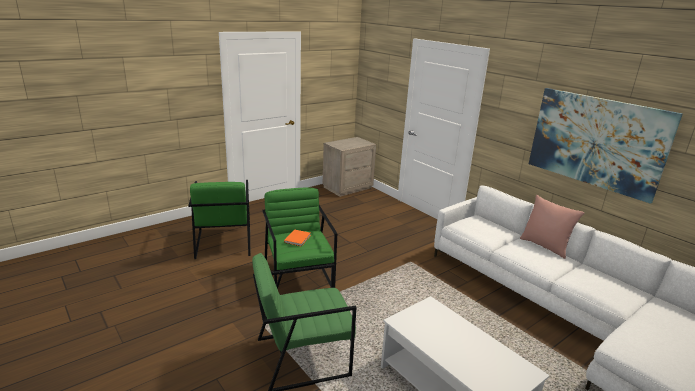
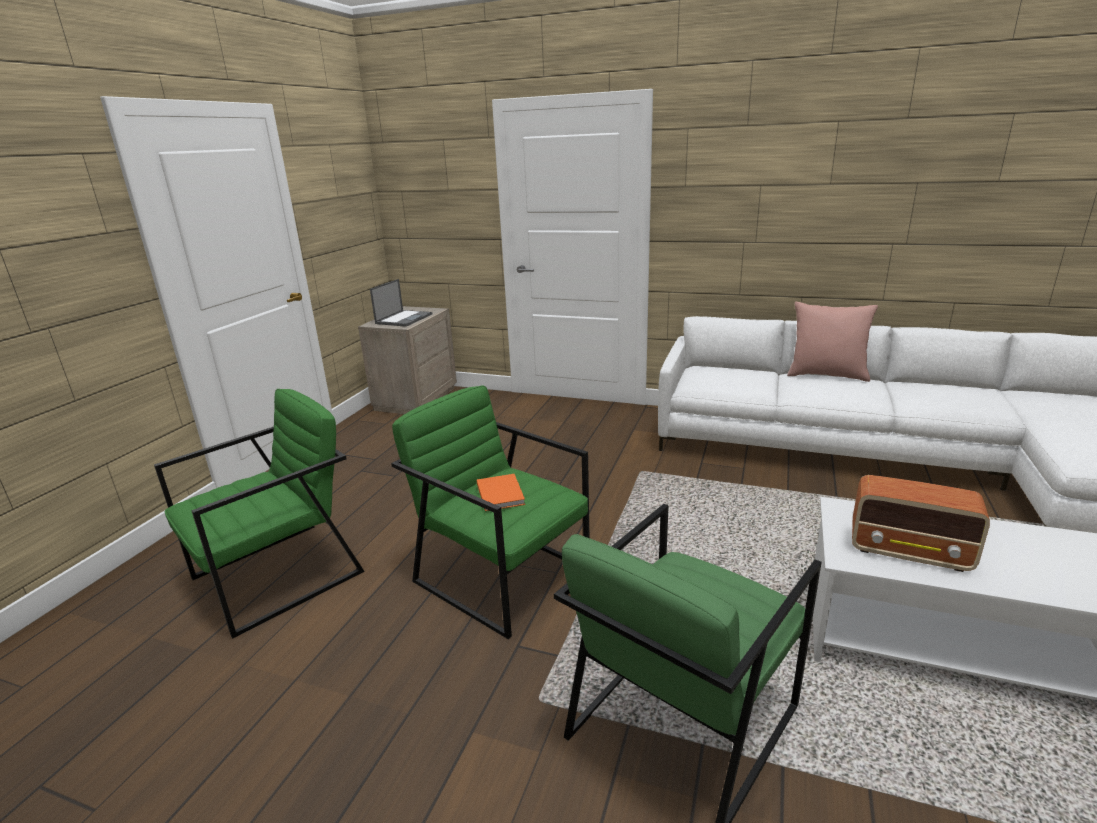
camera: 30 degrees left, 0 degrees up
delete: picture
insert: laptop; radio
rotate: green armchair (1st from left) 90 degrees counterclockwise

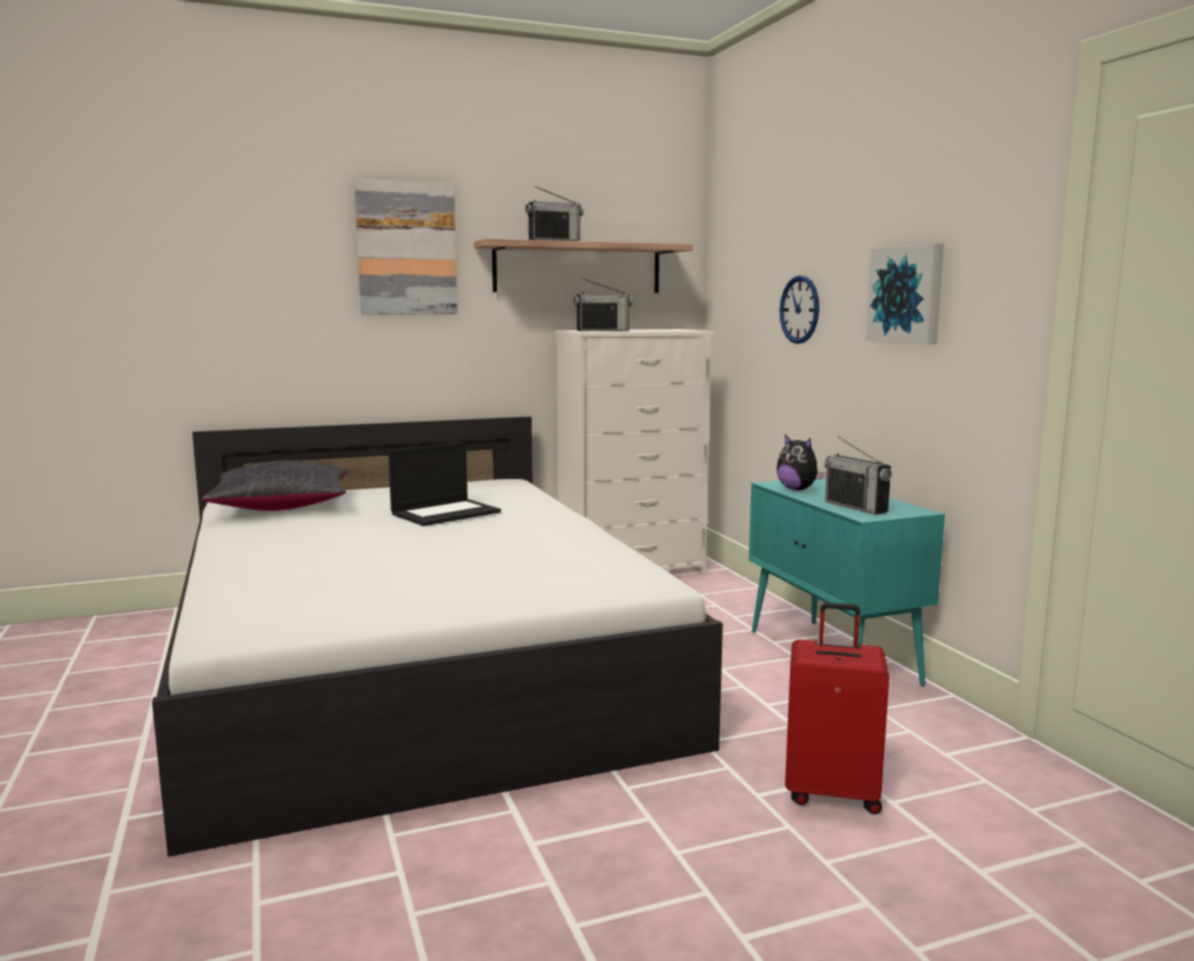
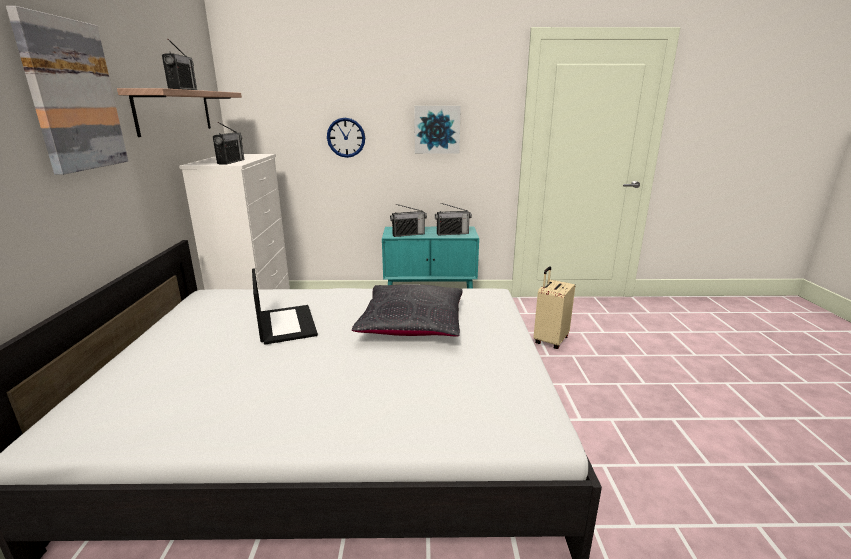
camera: 70 degrees left, 10 degrees up
move: black pillow
replace: plush toy to radio (3rd from left)
recolor: red suitcase to beige suitcase

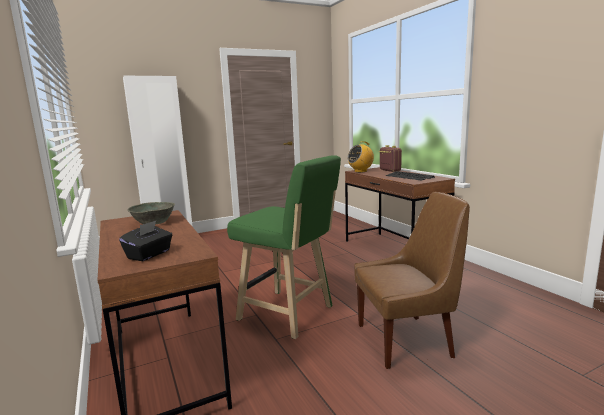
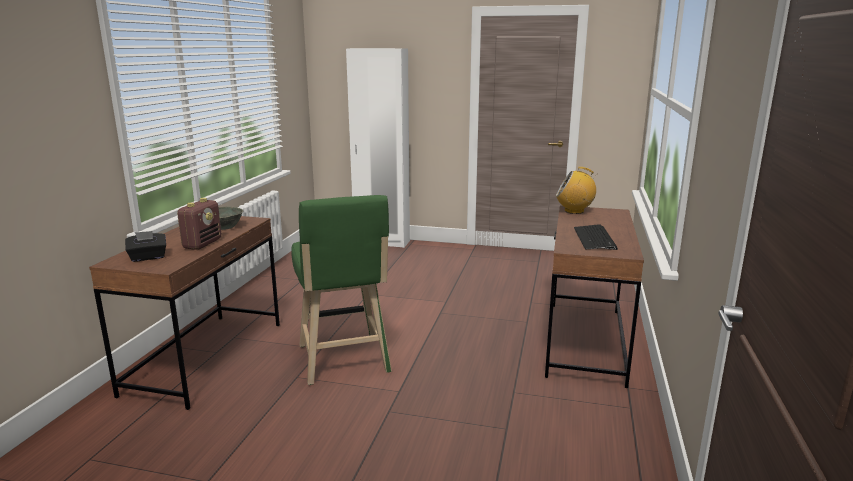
camera: 40 degrees right, 5 degrees up
delete: brown chair
move: radio (2nd from left in the first image) to radio (1st from left)

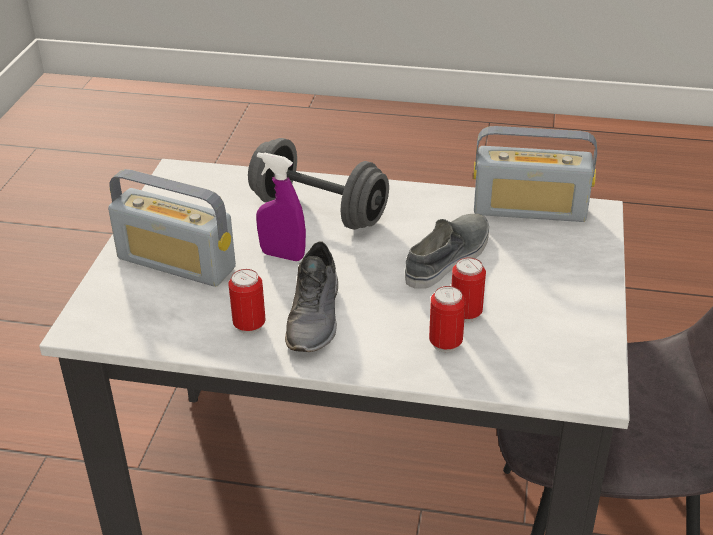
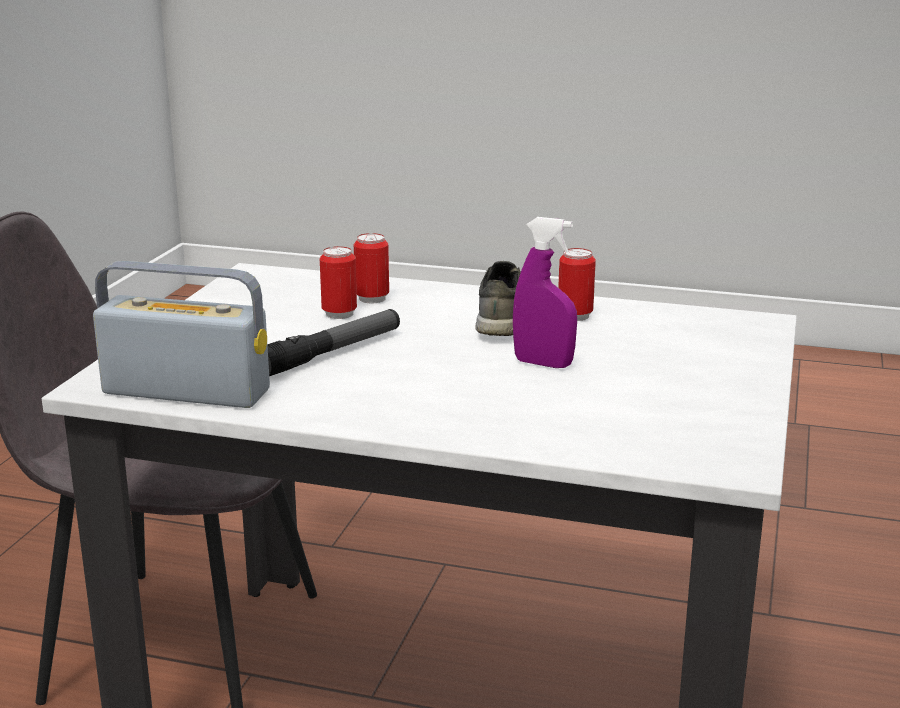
camera: 175 degrees left, 15 degrees down
delete: radio (1st from left); grey dumbbell
replace: grey shoe (2nd from left) to flashlight

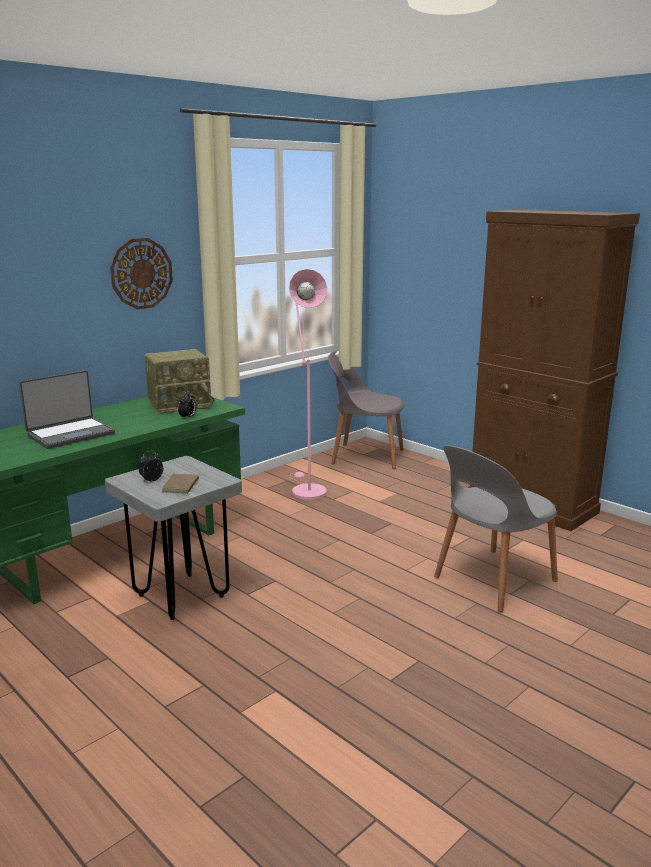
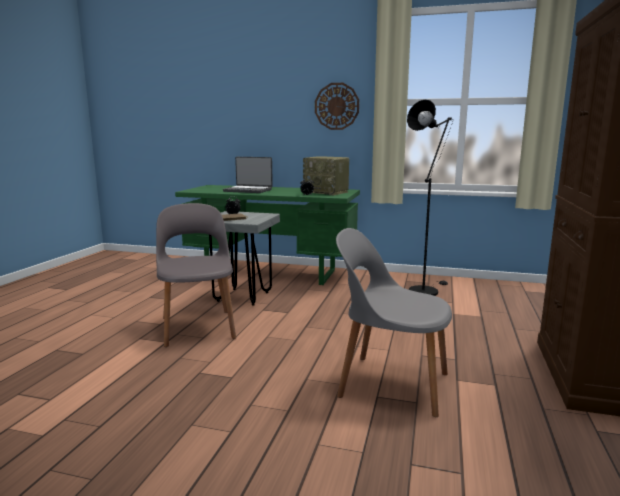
camera: 60 degrees right, 5 degrees down
move: grey chair (1st from left)
recolor: pink floor lamp to black floor lamp

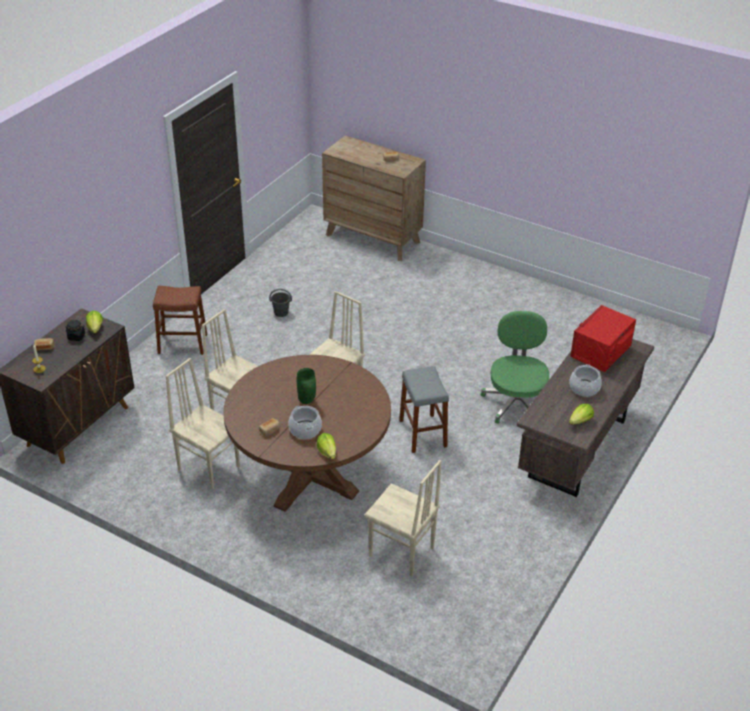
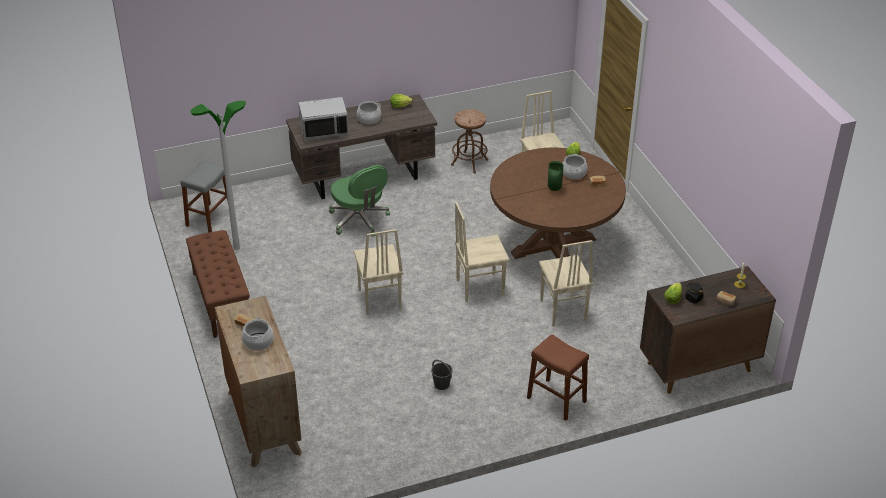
camera: 140 degrees left, 0 degrees up
insert: brown bench; floor lamp; cooking pot (1st from left); brown stool (1st from left)
move: beige chair (1st from left); grey stool
recolor: red microwave to grey microwave
rotate: green office chair 75 degrees counterclockwise

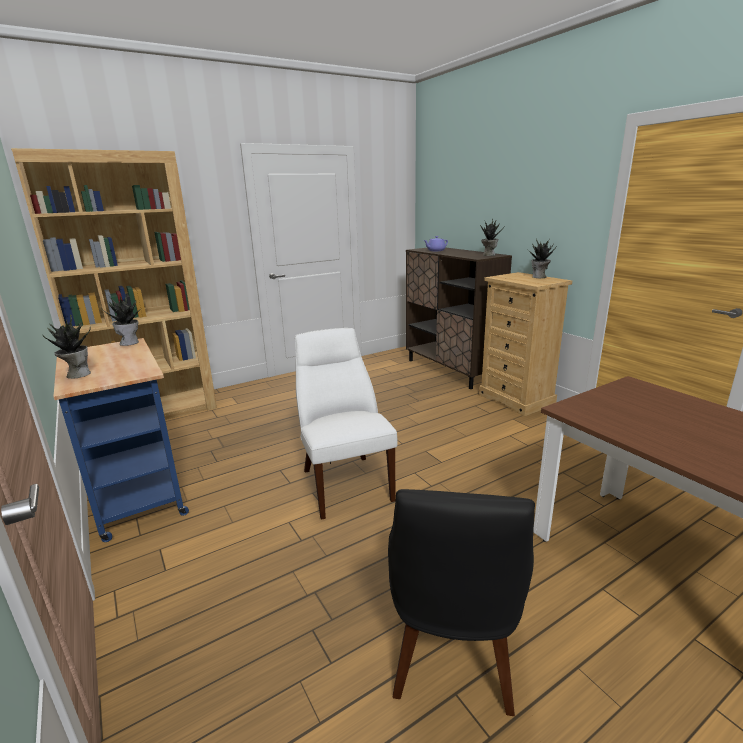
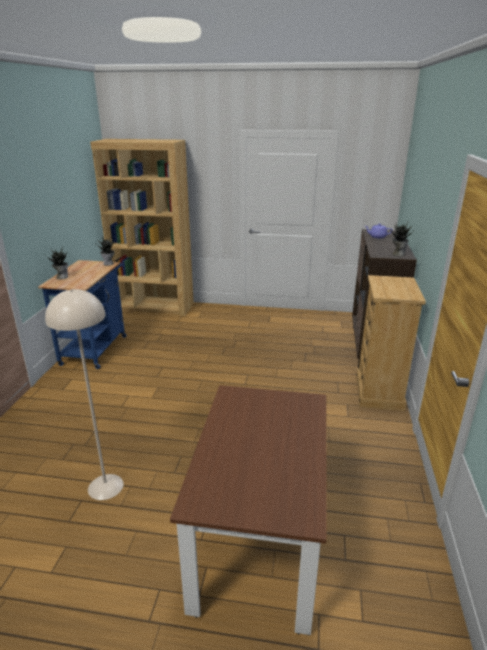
camera: 40 degrees right, 5 degrees up
delete: white chair; potted plant (4th from left)
replace: black chair to beige floor lamp

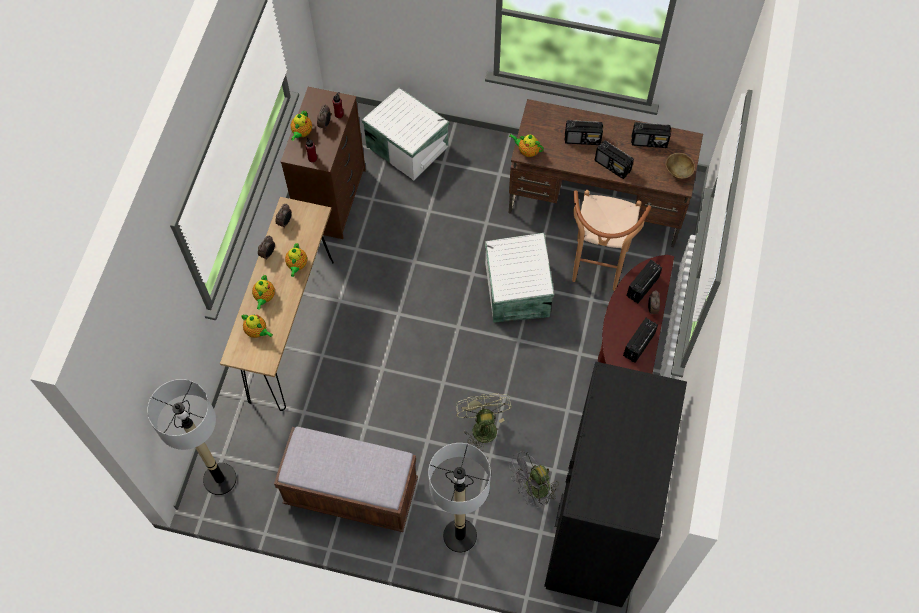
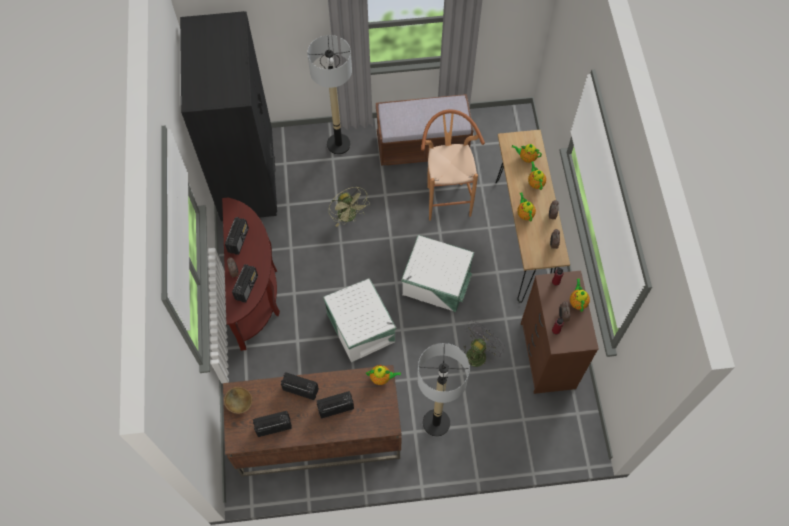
camera: 160 degrees right, 0 degrees up
move: floor lamp (1st from left in the first image) to floor lamp (2nd from left); white storage box (1st from left in the first image) to white storage box (2nd from left); grey fan; brown stool

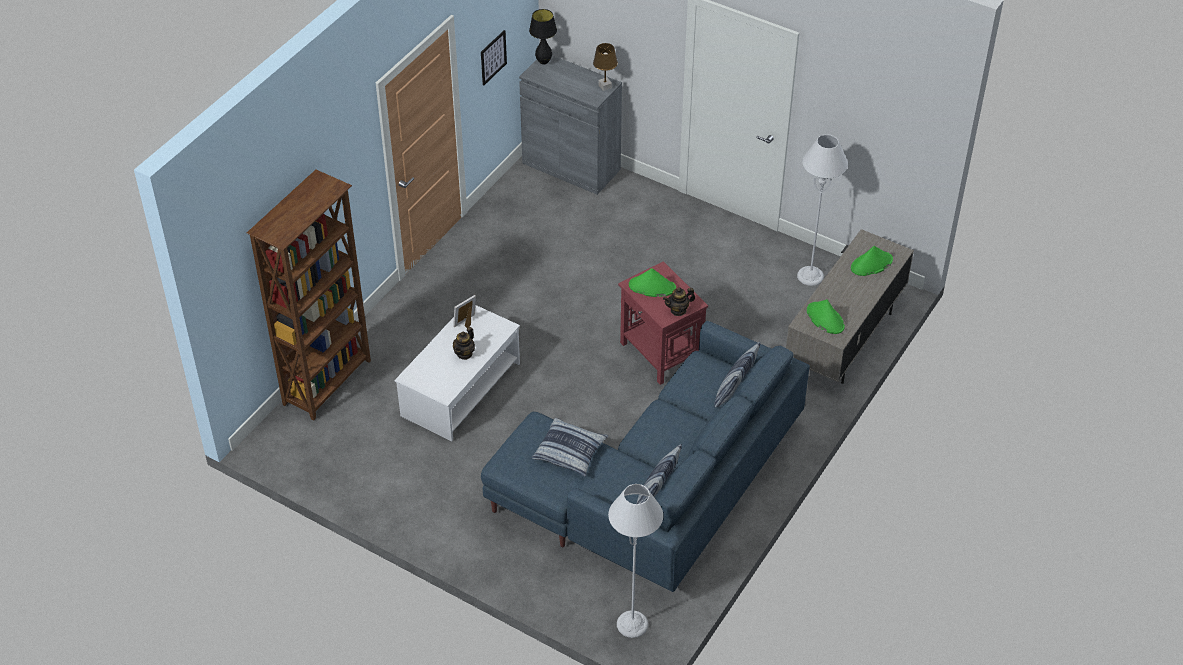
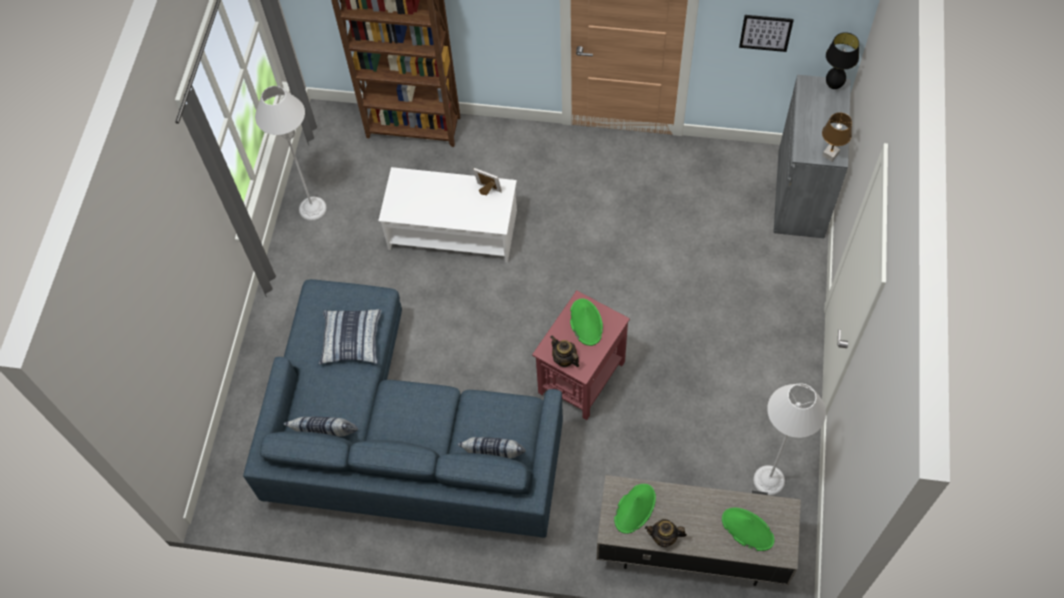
camera: 70 degrees right, 15 degrees up
move: teapot (1st from left in the first image) to teapot (2nd from left); grey floor lamp (1st from left)

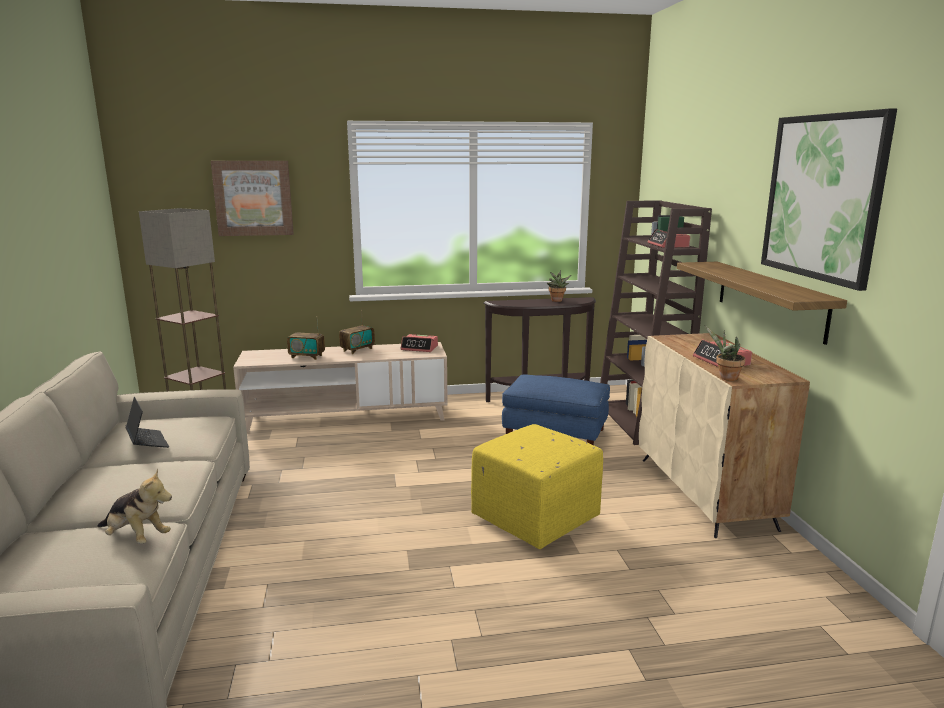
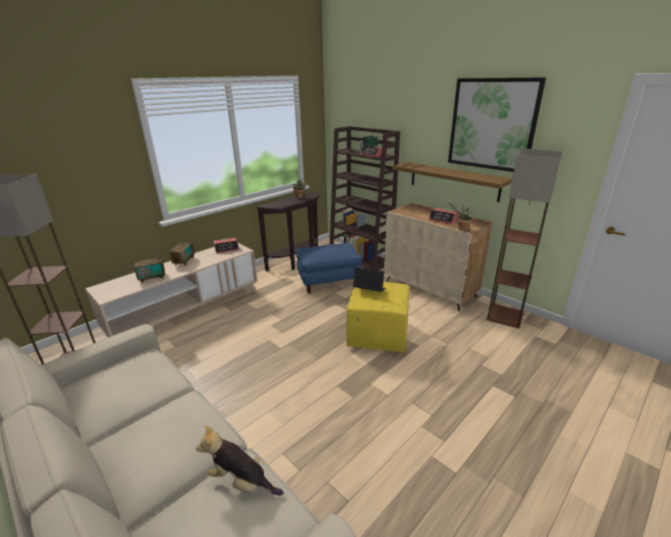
camera: 35 degrees left, 10 degrees up
delete: picture (1st from left)
insert: floor lamp (2nd from left)
move: laptop
rotate: plush toy 150 degrees counterclockwise

